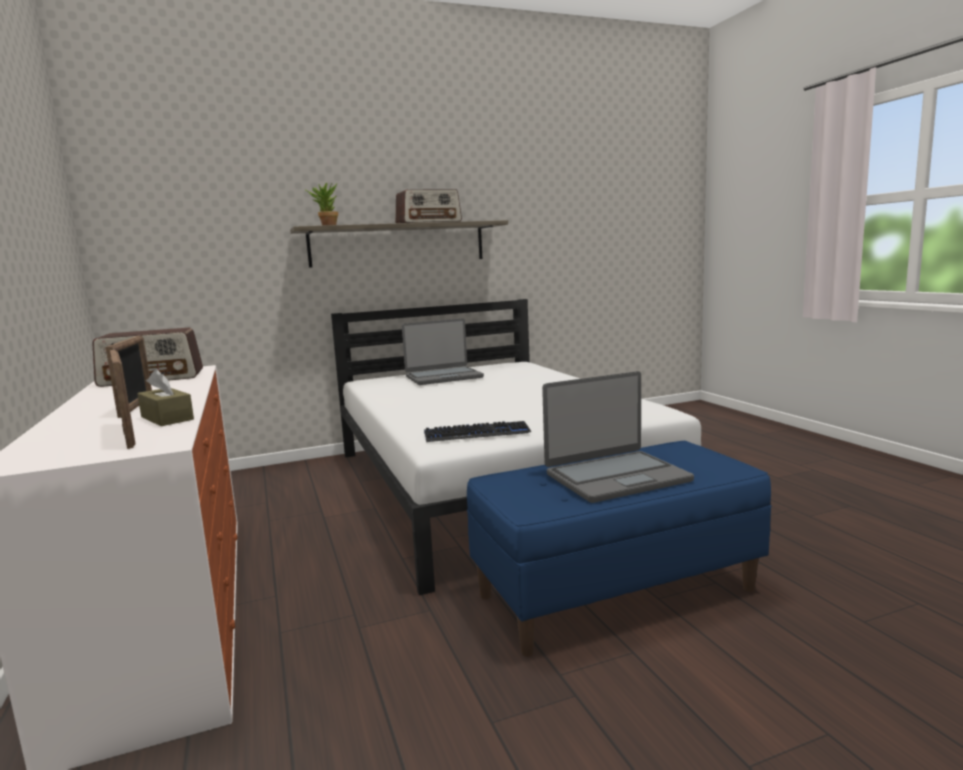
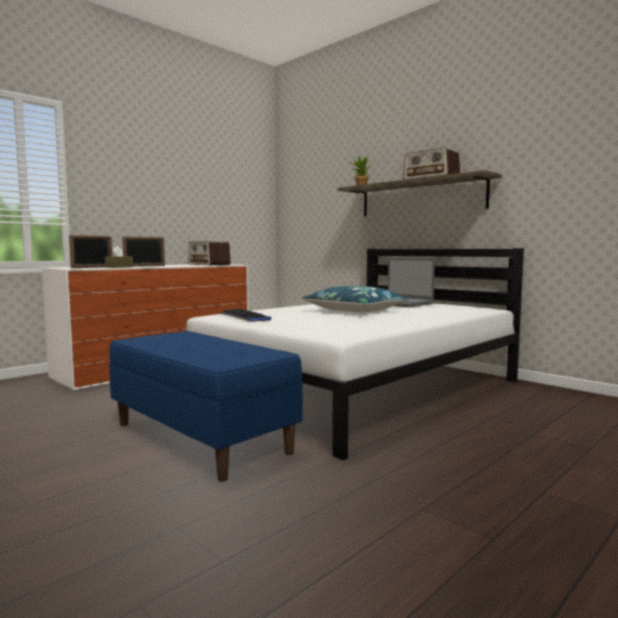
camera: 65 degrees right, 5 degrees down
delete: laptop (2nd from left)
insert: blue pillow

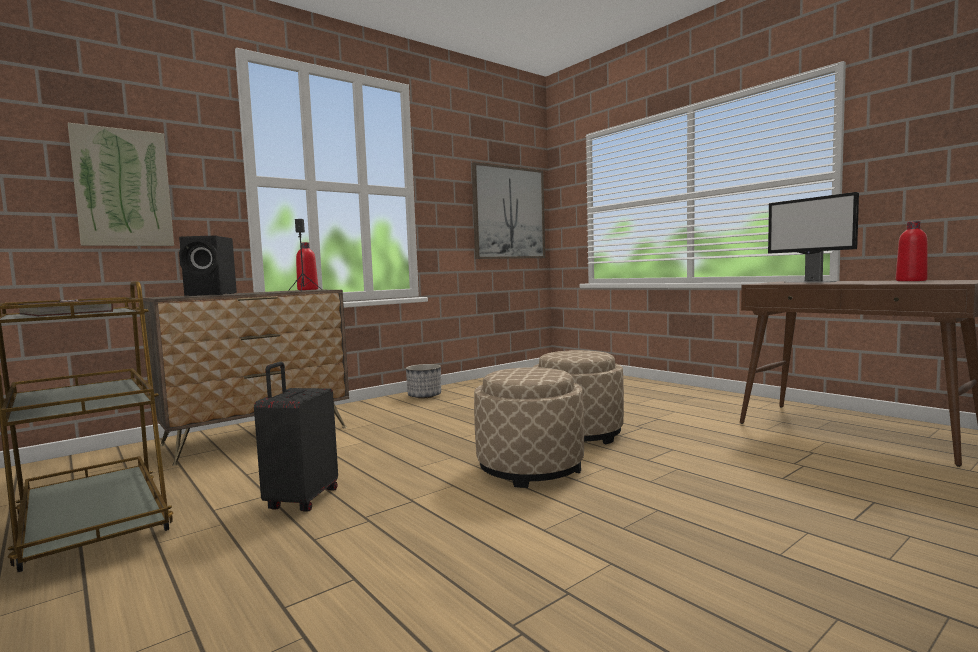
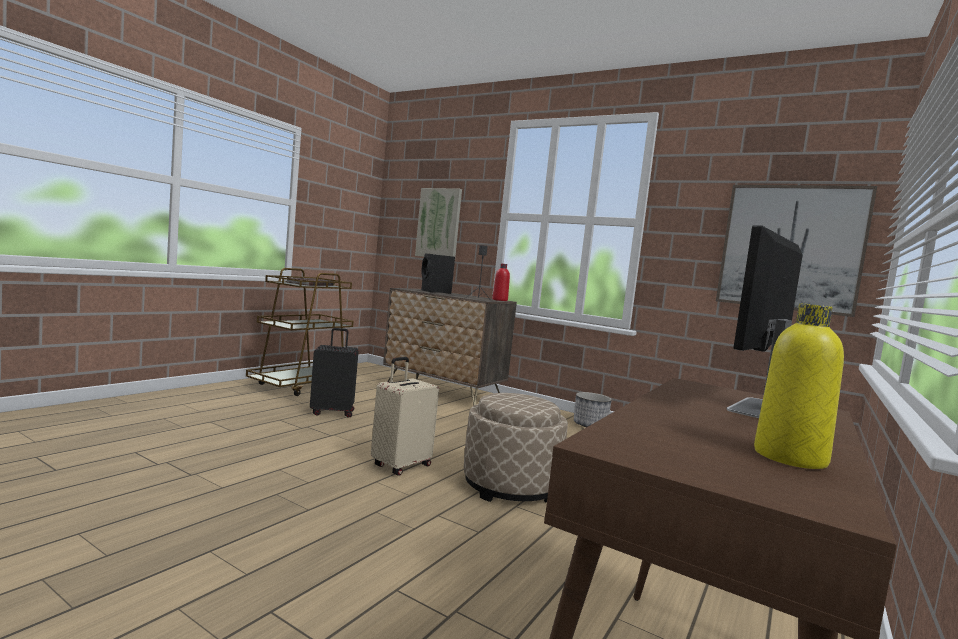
camera: 70 degrees right, 0 degrees up
replace: beige ottoman (1st from left) to beige suitcase
recolor: red bottle (2nd from left) to yellow bottle

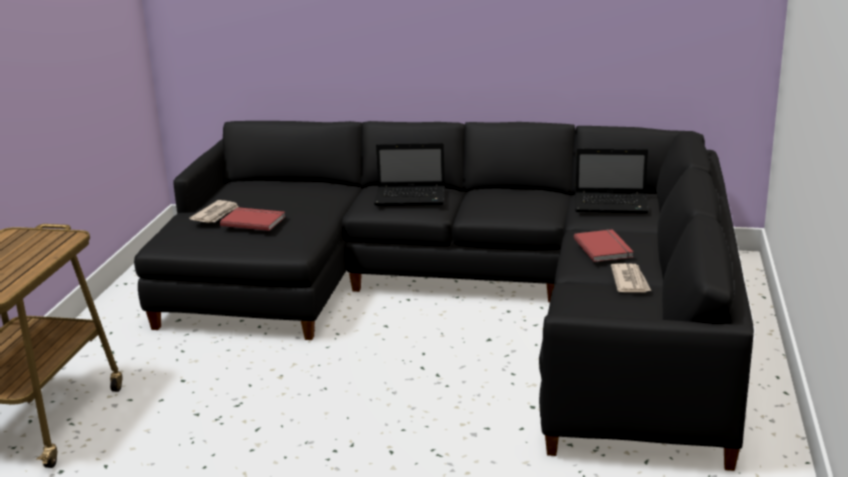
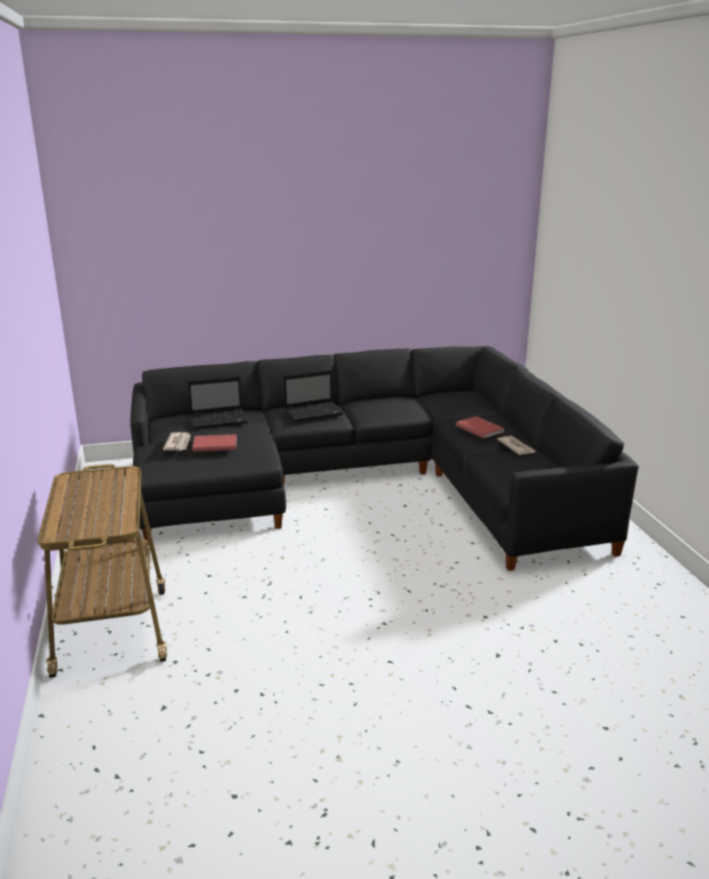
camera: 25 degrees left, 0 degrees up
move: laptop (2nd from left in the first image) to laptop (1st from left)

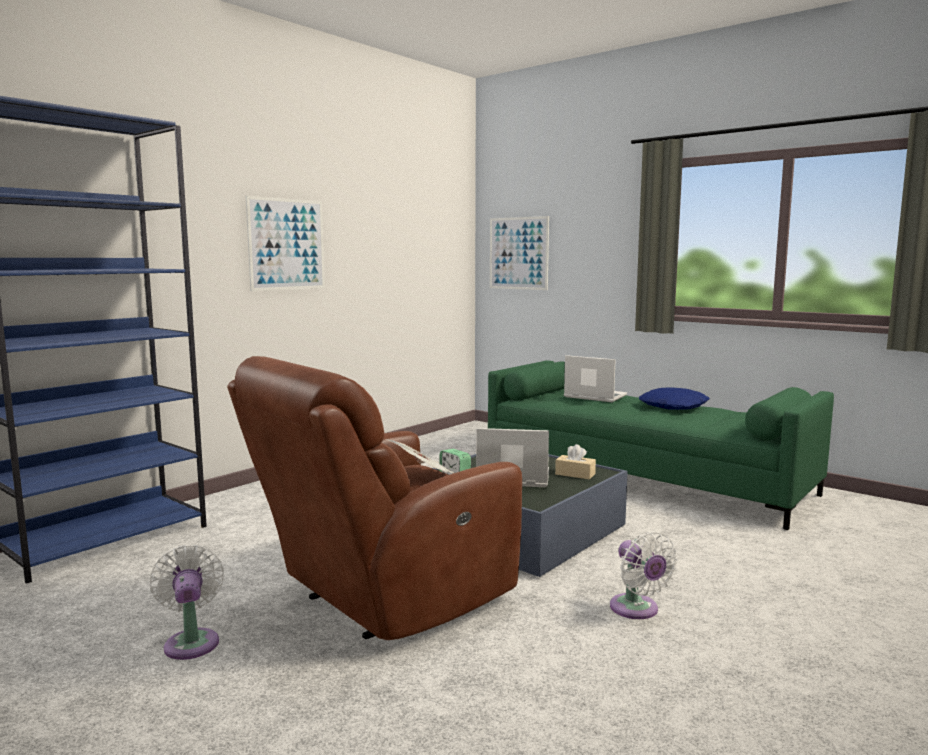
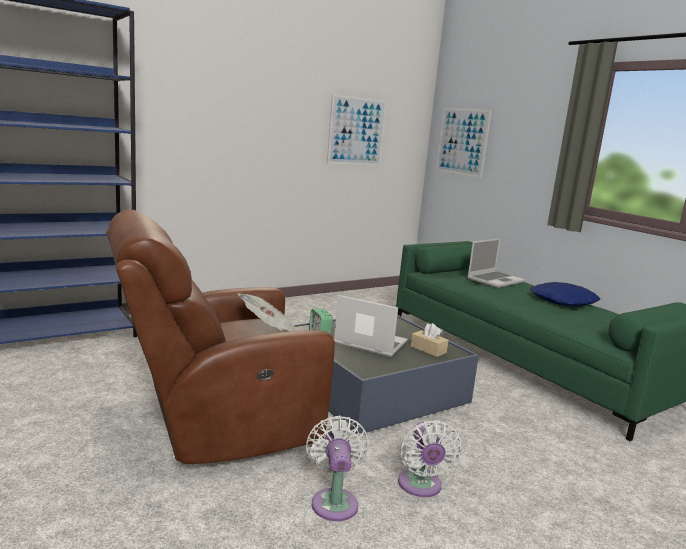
camera: 15 degrees right, 5 degrees up
move: white fan (1st from left); picture (1st from left)
rotate: laptop (2nd from left) 90 degrees clockwise

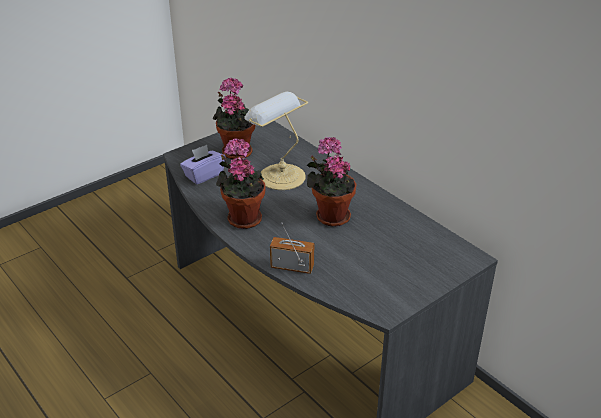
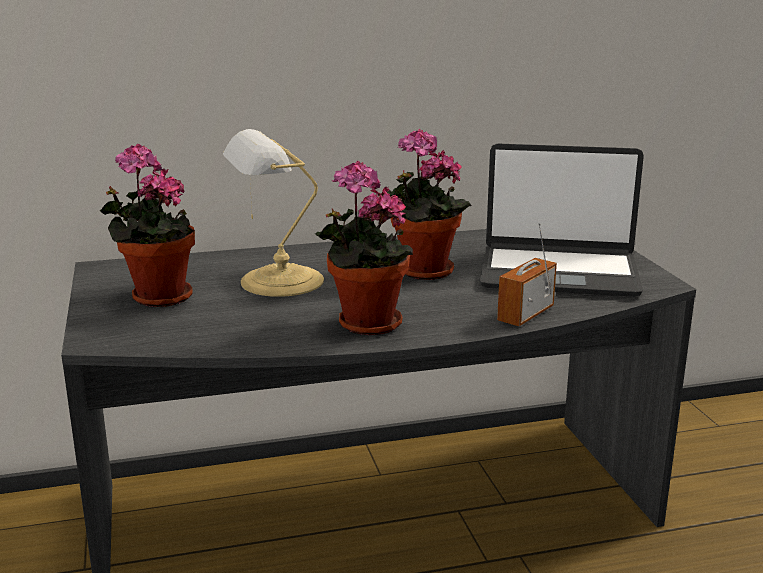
camera: 65 degrees left, 15 degrees down
delete: purple tissue box
insert: laptop

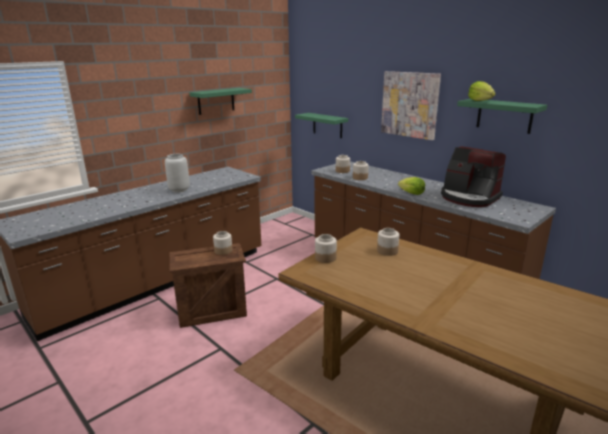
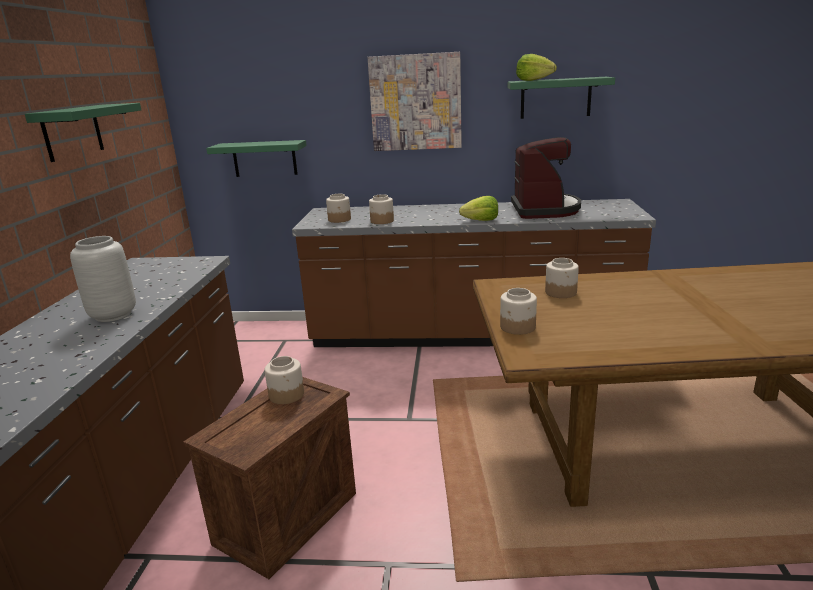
camera: 40 degrees left, 0 degrees up
rotate: coffee machine 90 degrees counterclockwise

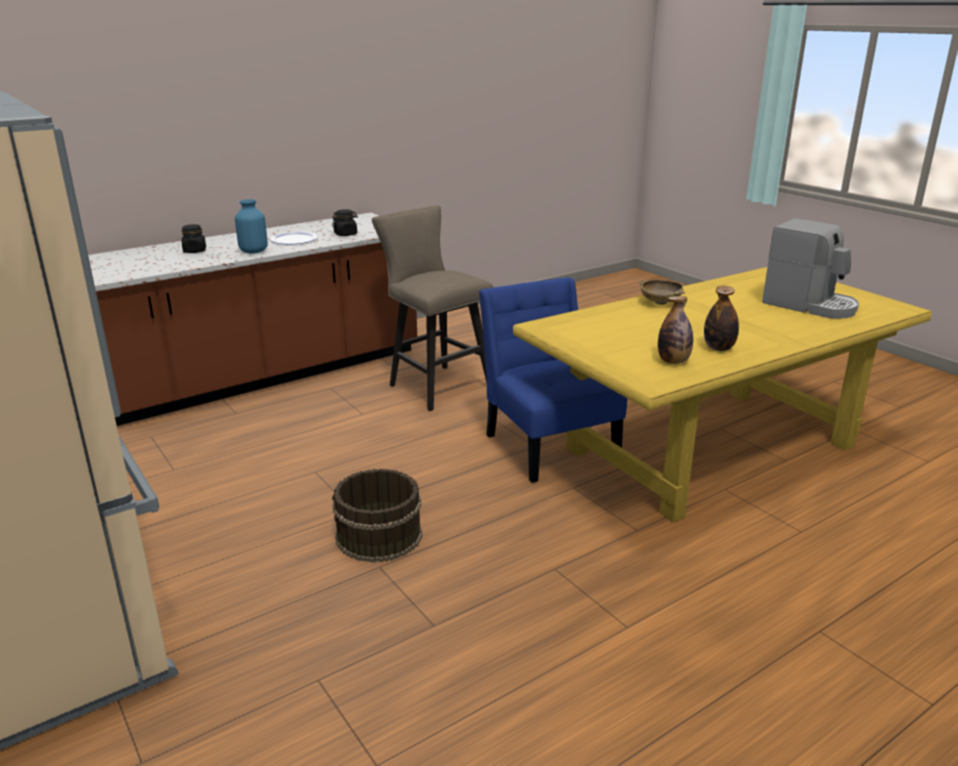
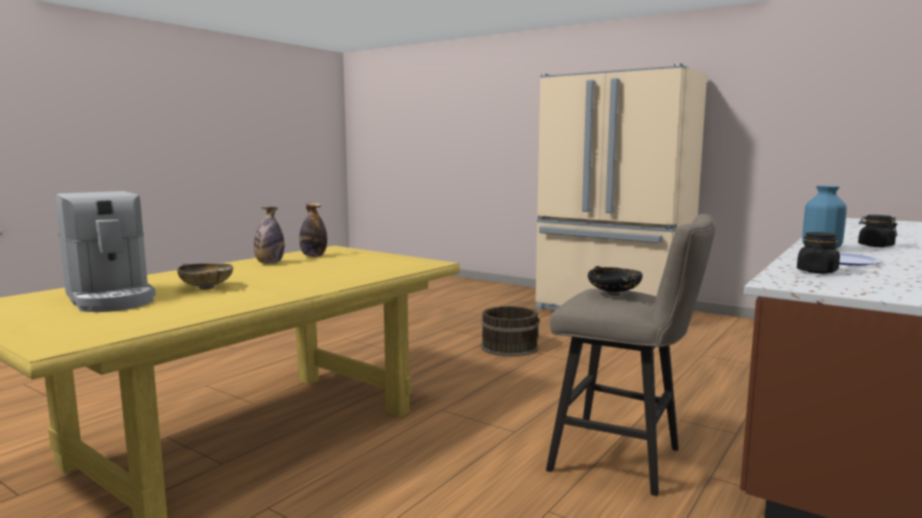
camera: 160 degrees right, 15 degrees down
delete: blue chair
insert: black bowl
move: beige bowl
rotate: coffee machine 150 degrees counterclockwise

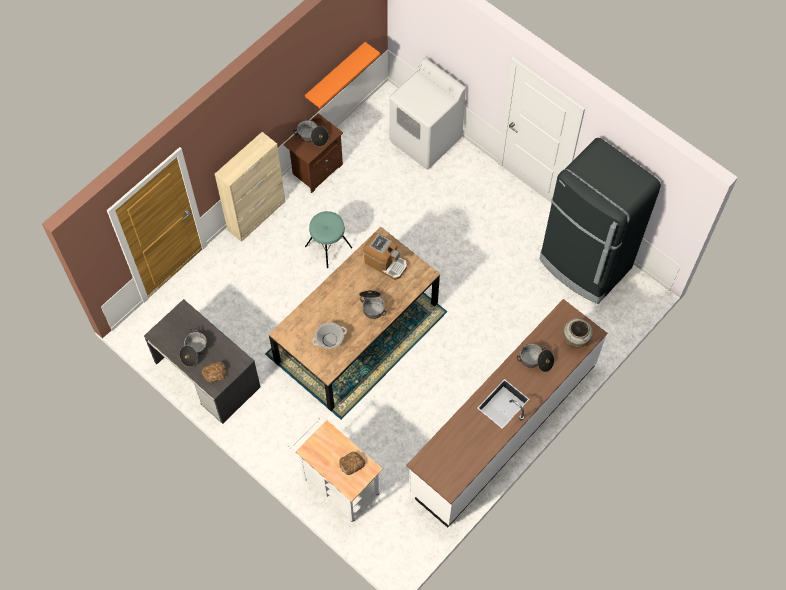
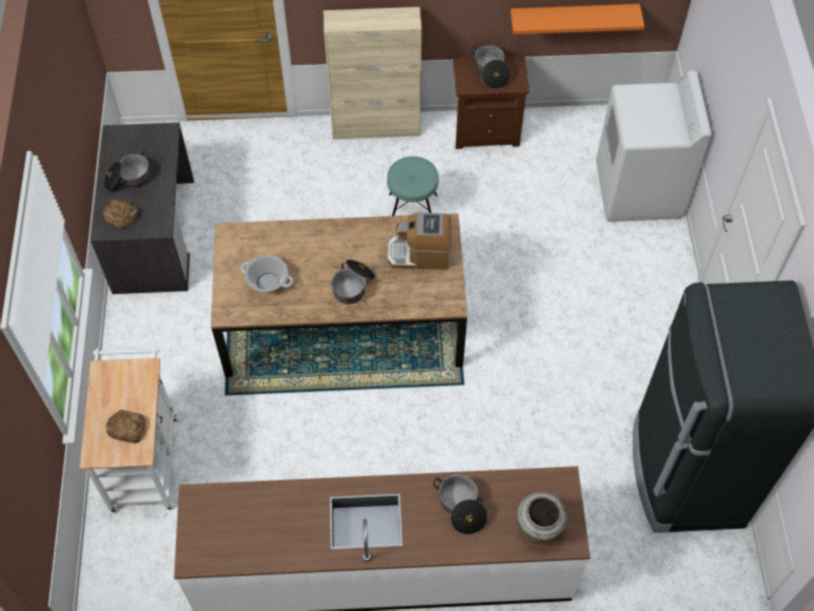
camera: 45 degrees right, 5 degrees down
rotate: coffee machine 105 degrees clockwise

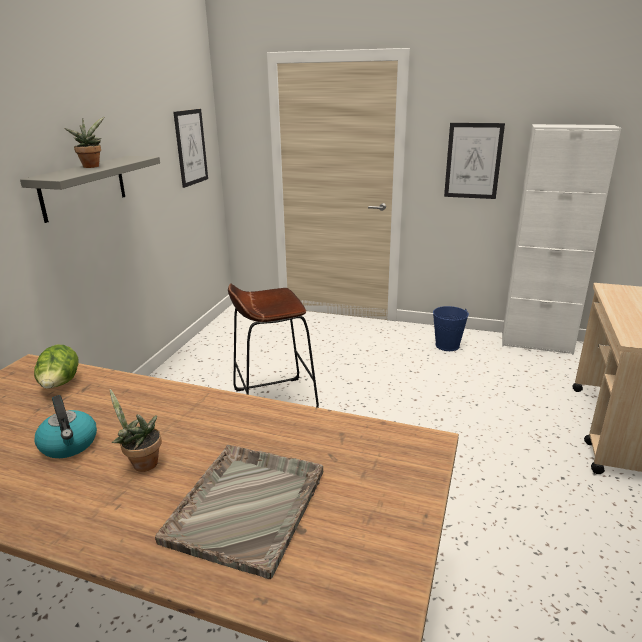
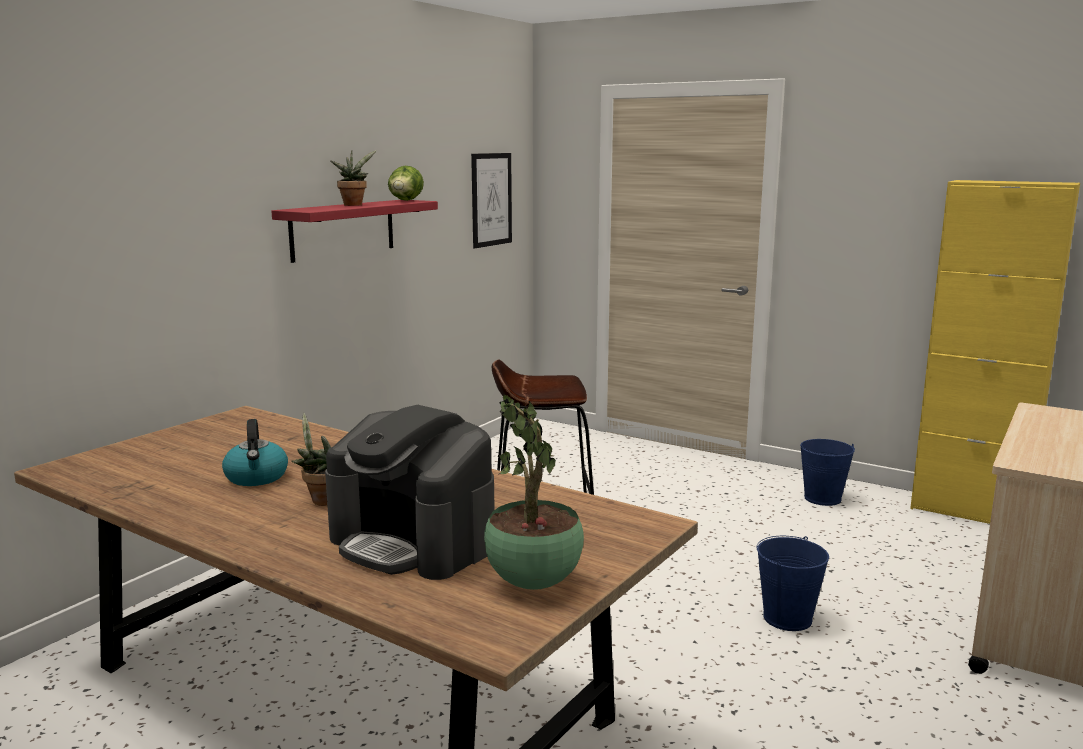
camera: 15 degrees right, 10 degrees down
delete: picture (2nd from left)
insert: potted plant (3rd from left); blue bucket (1st from left)
move: lettuce
replace: grey tray to coffee machine
recolor: grey shelf to red shelf; white cabinet to yellow cabinet

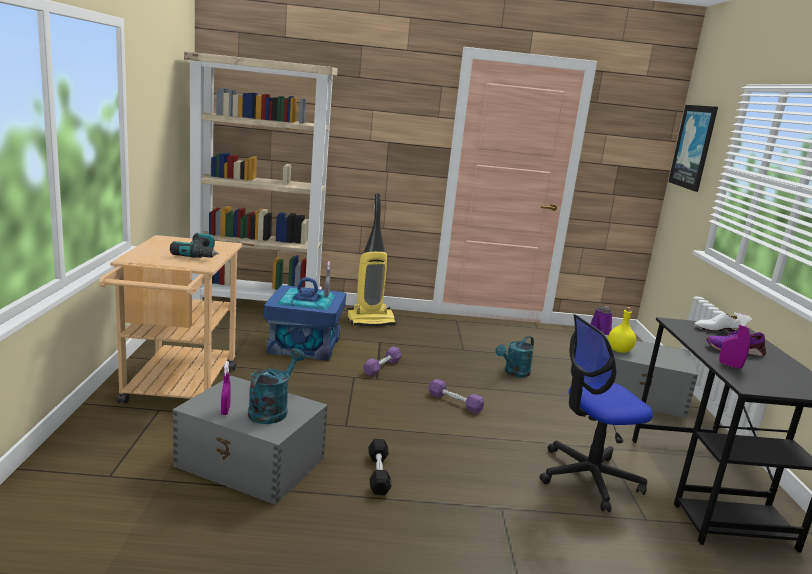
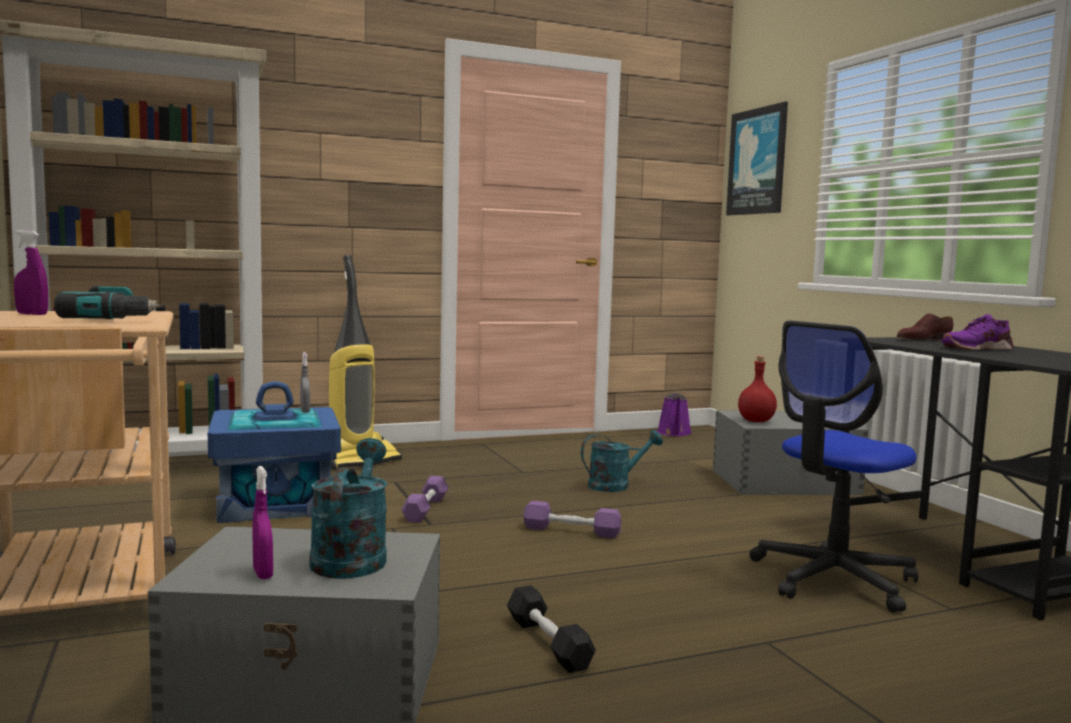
camera: 20 degrees left, 10 degrees down
move: purple spray bottle (2nd from left in the first image) to purple spray bottle (1st from left)
recolor: yellow bottle to red bottle; white shoe to brown shoe
rotate: turquoise watering can (2nd from left) 135 degrees counterclockwise

